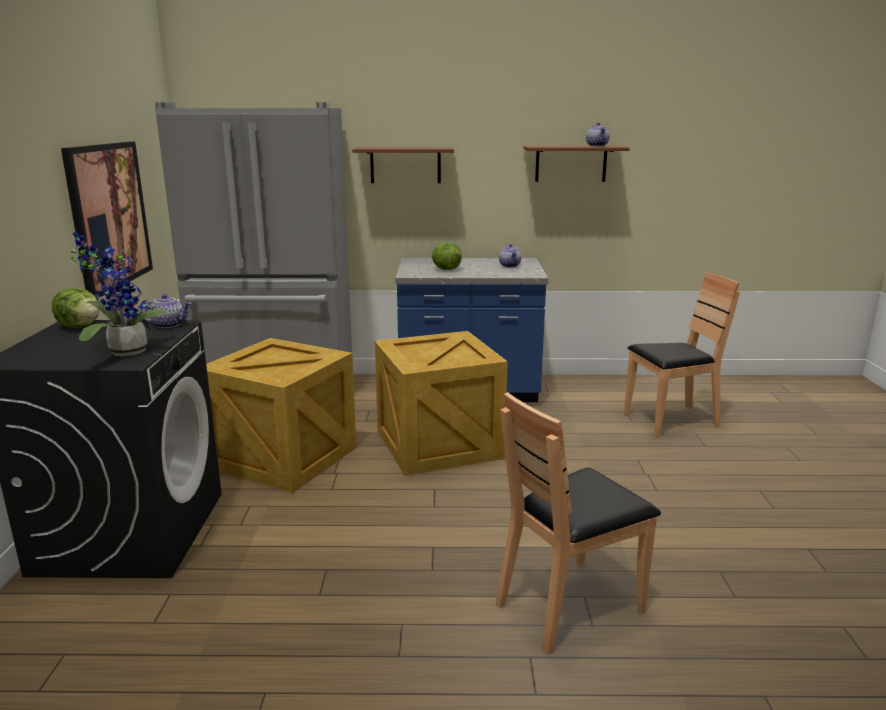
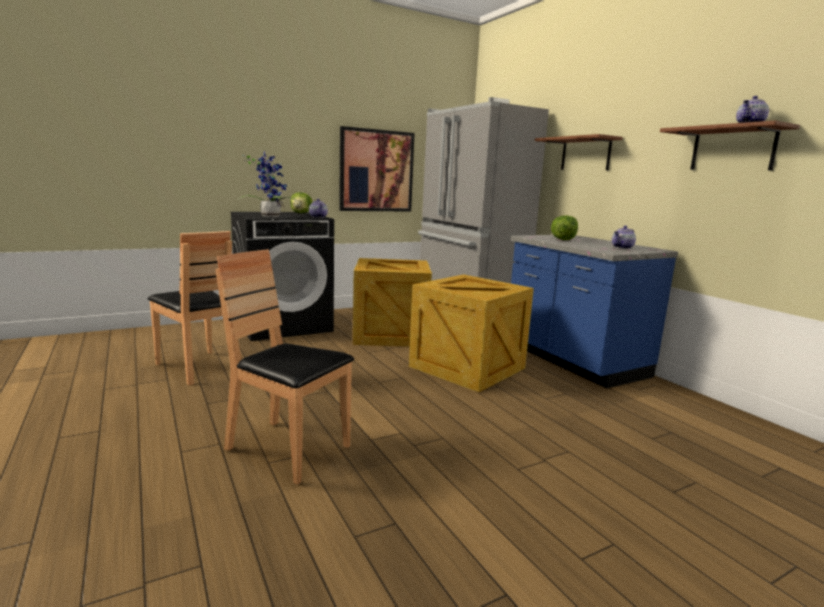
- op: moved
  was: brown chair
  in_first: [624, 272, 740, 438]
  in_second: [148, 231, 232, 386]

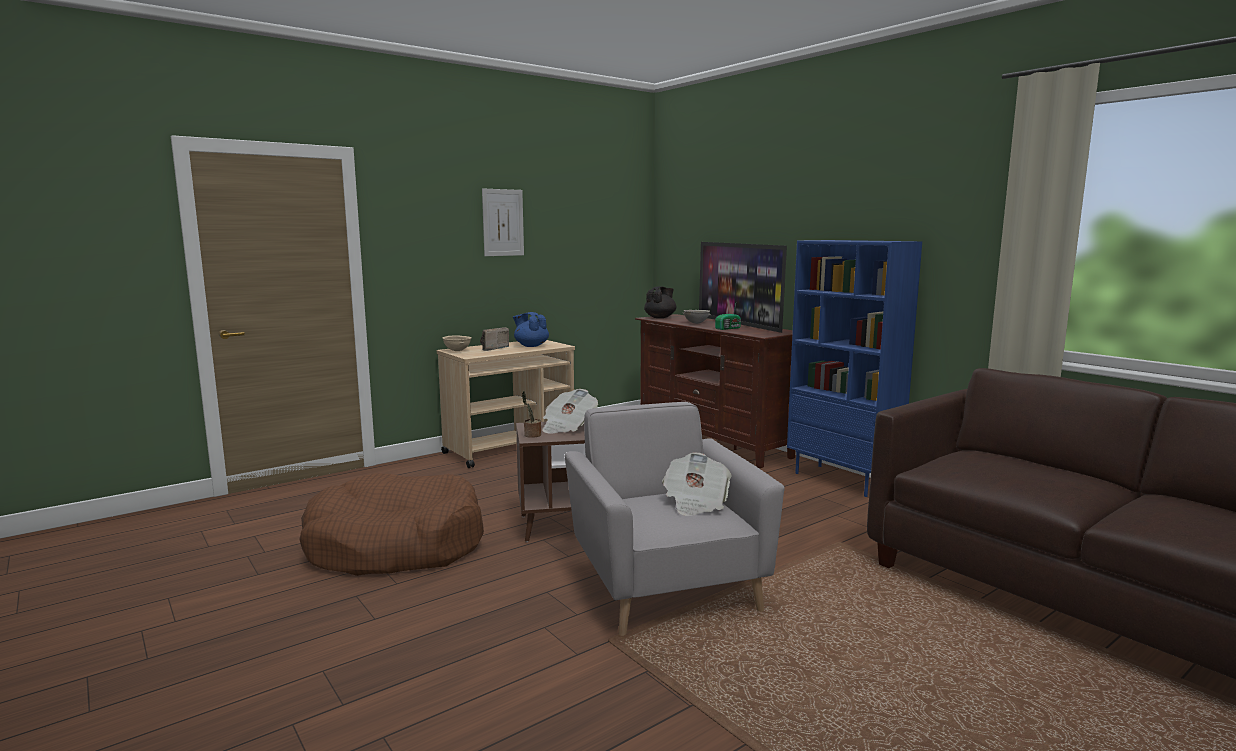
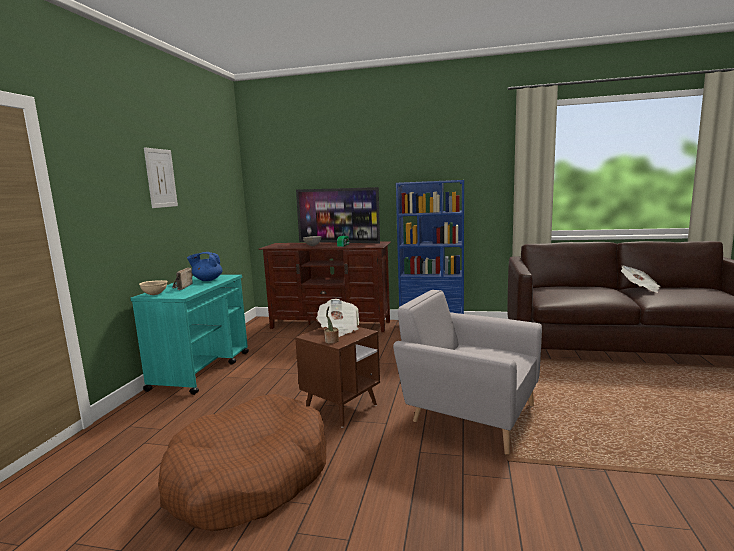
- op: removed
  was: black teapot
  in_first: [644, 287, 676, 318]
- op: recoloured
  was: beige cart
  now: turquoise cart
  in_first: [437, 340, 575, 468]
  in_second: [131, 275, 249, 395]
- op: moved
  was: newspaper
  in_first: [662, 453, 732, 516]
  in_second: [621, 266, 660, 293]

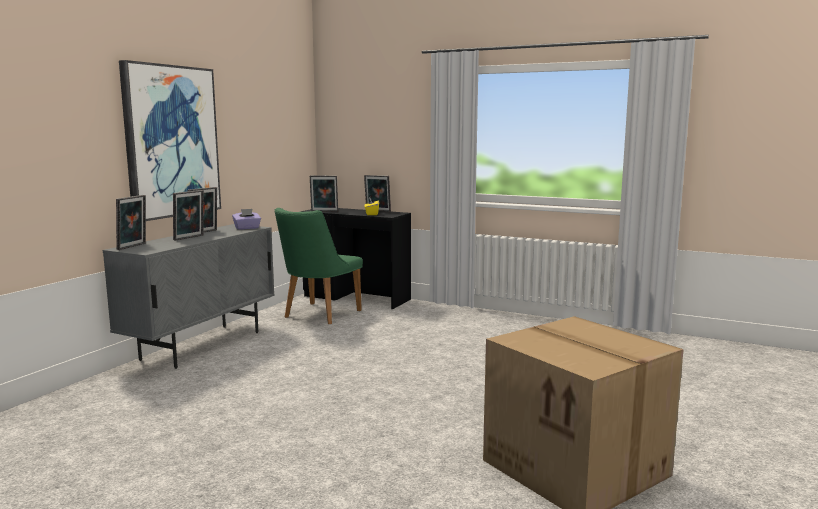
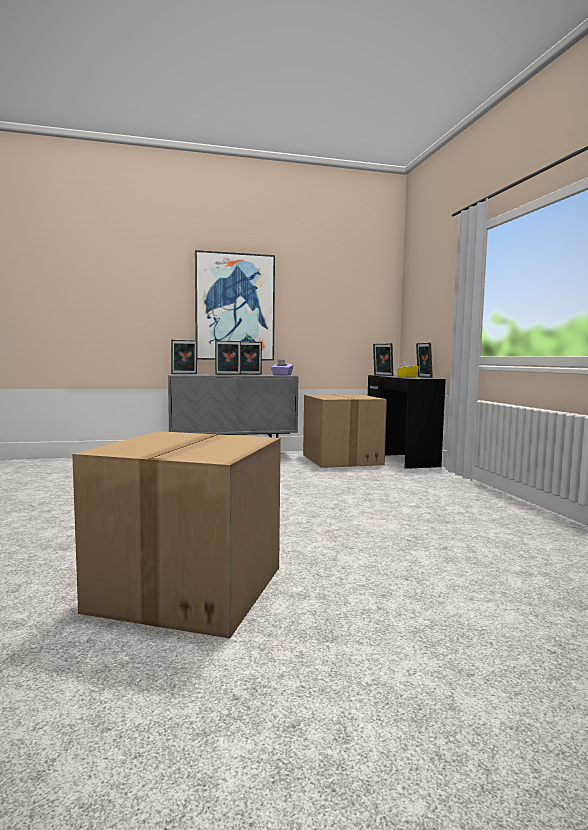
- op: replaced
  was: green chair
  now: cardboard box
  in_first: [275, 208, 363, 324]
  in_second: [303, 394, 387, 468]

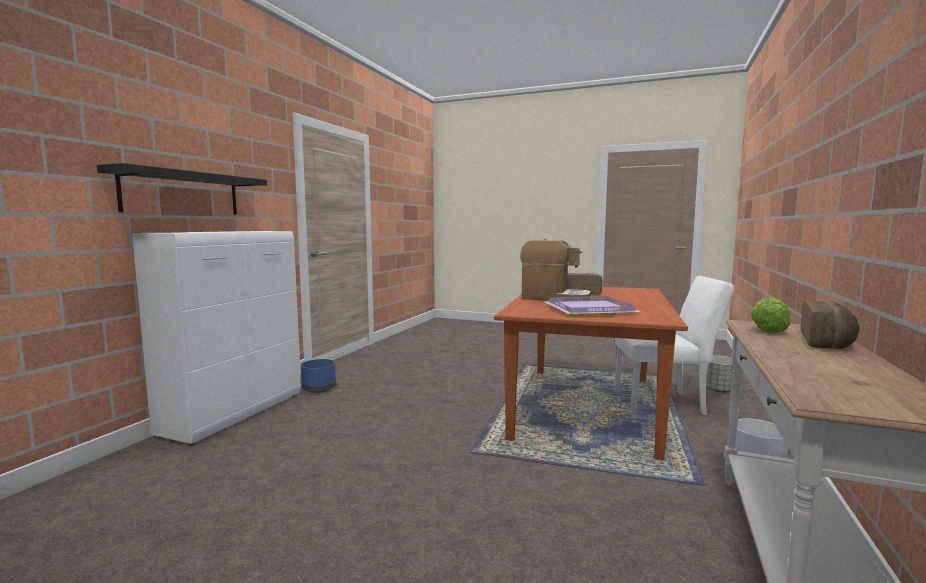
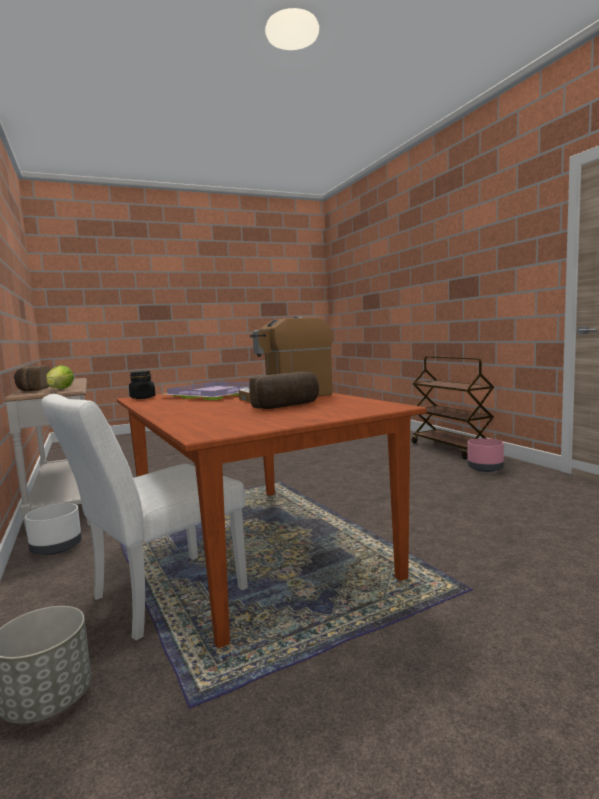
- op: removed
  was: black shelf
  in_first: [97, 163, 267, 215]
- op: replaced
  was: white cabinet
  now: brown cart
  in_first: [132, 231, 301, 445]
  in_second: [412, 356, 494, 459]
- op: recoloured
  was: blue planter
  now: pink planter
  in_first: [301, 359, 336, 393]
  in_second: [468, 438, 504, 472]
- op: added
  now: black jar
  in_second: [129, 371, 156, 399]

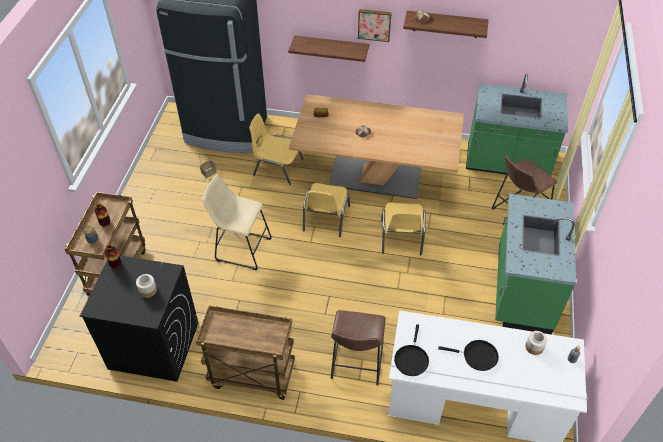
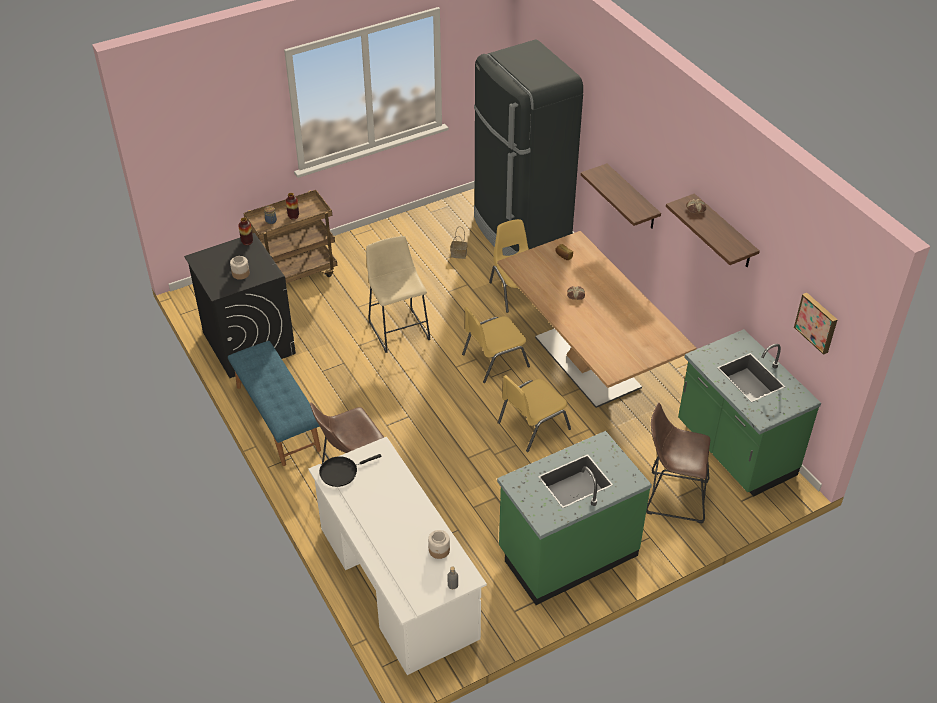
- op: moved
  was: picture
  in_first: [358, 9, 392, 42]
  in_second: [794, 293, 838, 355]
- op: replaced
  was: brown cart
  now: blue bench
  in_first: [196, 305, 295, 400]
  in_second: [228, 341, 321, 466]
- op: removed
  was: black frying pan
  in_first: [438, 340, 499, 371]

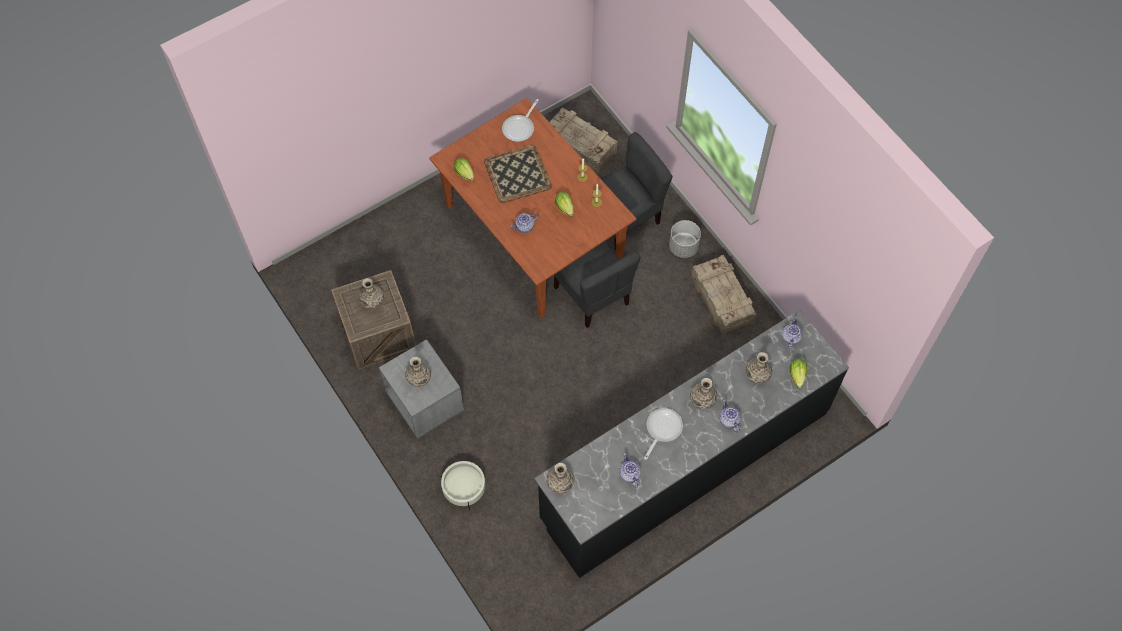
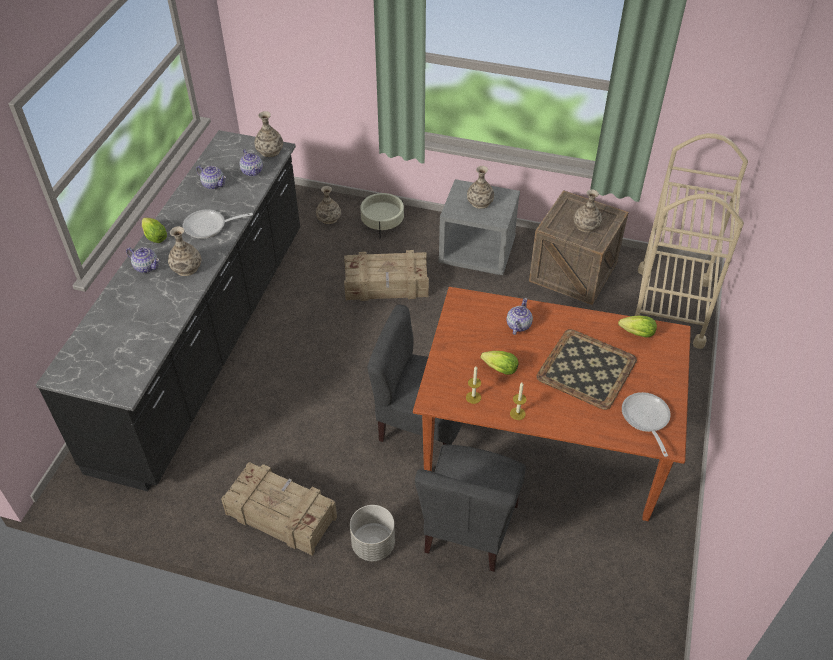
- op: moved
  was: crate
  in_first: [550, 108, 617, 175]
  in_second: [344, 250, 429, 301]
- op: moved
  was: teapot
  in_first: [782, 316, 803, 350]
  in_second: [239, 149, 263, 176]
- op: moved
  was: vase
  in_first: [745, 352, 772, 384]
  in_second: [316, 186, 341, 224]
- op: moved
  was: lettuce
  in_first: [789, 359, 808, 388]
  in_second: [142, 218, 167, 243]
- op: turned
  was: frying pan
  in_first: [644, 408, 683, 460]
  in_second: [183, 210, 253, 239]
  clockwise: 90
- op: added
  now: beige cart
  in_second: [635, 133, 748, 349]

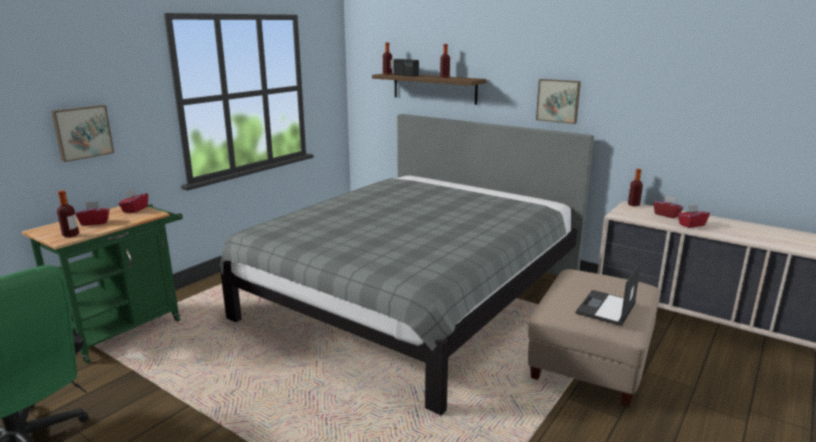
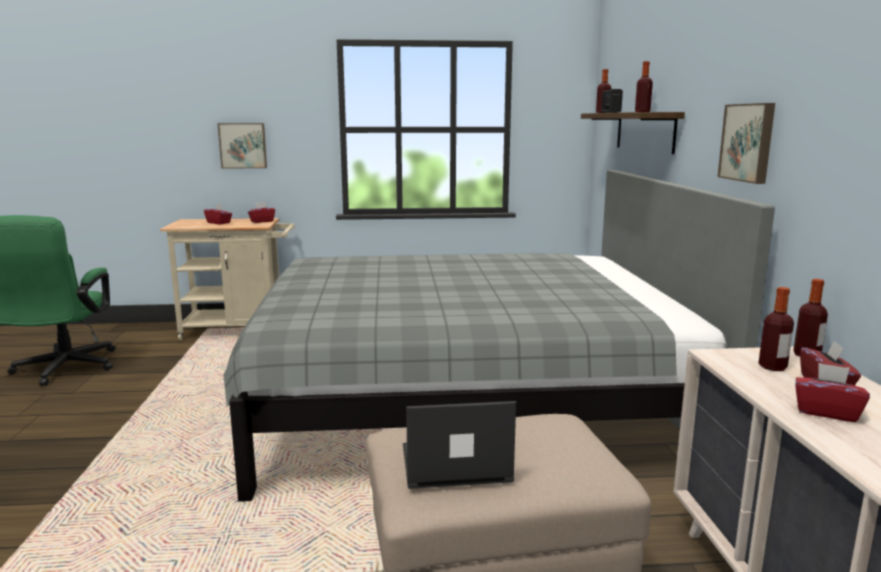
- op: moved
  was: bottle
  in_first: [57, 191, 79, 238]
  in_second: [758, 287, 794, 371]
- op: recoloured
  was: green cart
  now: beige cart
  in_first: [22, 204, 183, 364]
  in_second: [160, 218, 295, 341]

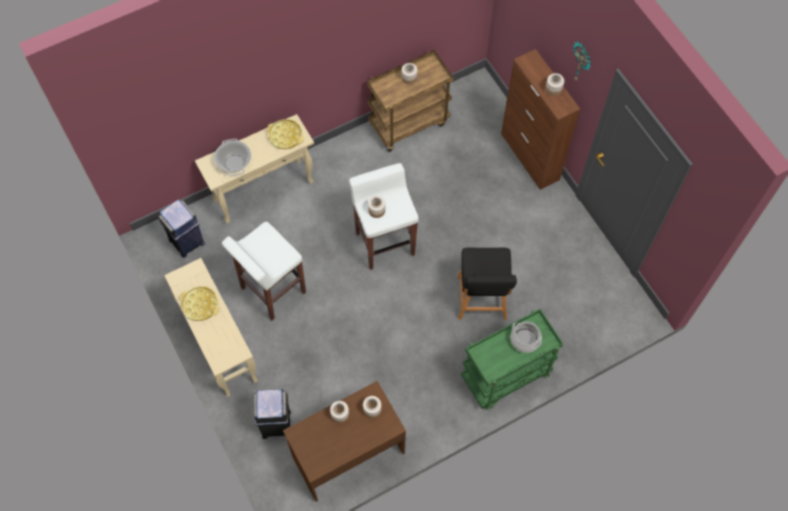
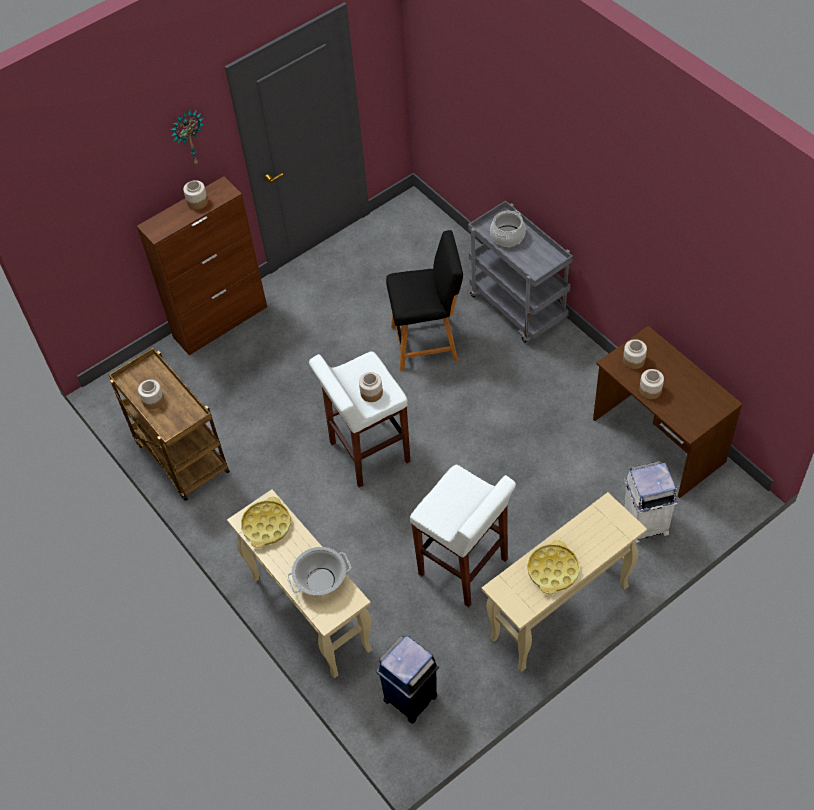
- op: recoloured
  was: green cart
  now: grey cart
  in_first: [461, 309, 563, 410]
  in_second: [468, 200, 573, 343]
- op: recoloured
  was: black trash can
  now: white trash can
  in_first: [254, 389, 291, 439]
  in_second: [624, 461, 678, 543]

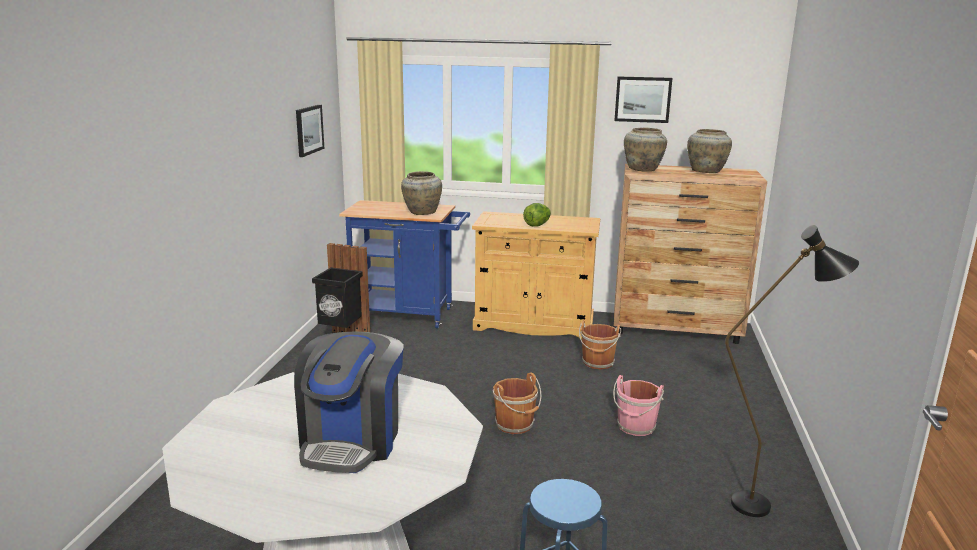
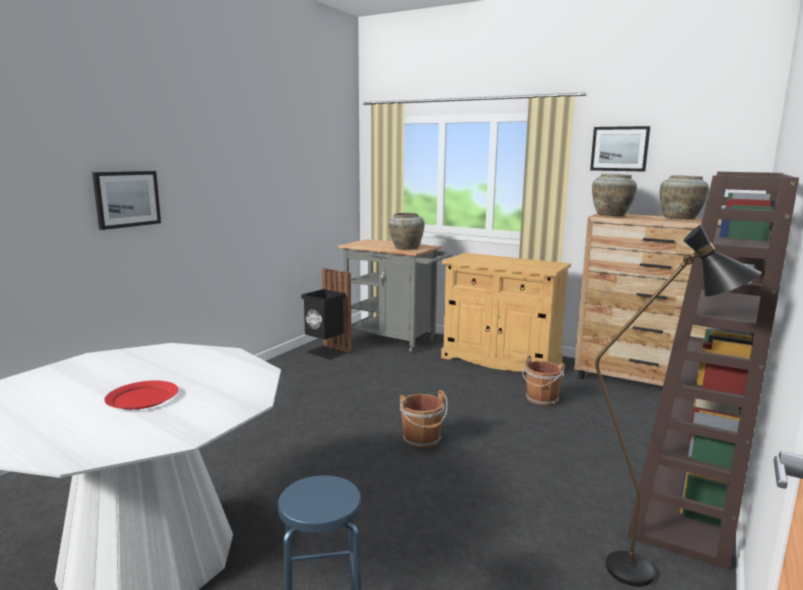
- op: moved
  was: picture
  in_first: [296, 105, 324, 157]
  in_second: [92, 171, 161, 230]
- op: recoloured
  was: blue cart
  now: grey cart
  in_first: [339, 200, 470, 328]
  in_second: [338, 239, 453, 353]
- op: removed
  was: lettuce
  in_first: [523, 203, 551, 227]
- op: replaced
  was: coffee machine
  now: red plate
  in_first: [294, 331, 404, 473]
  in_second: [104, 380, 178, 410]
- op: removed
  was: pink bucket
  in_first: [613, 375, 664, 436]
- op: added
  now: brown bookcase
  in_second: [627, 172, 799, 570]

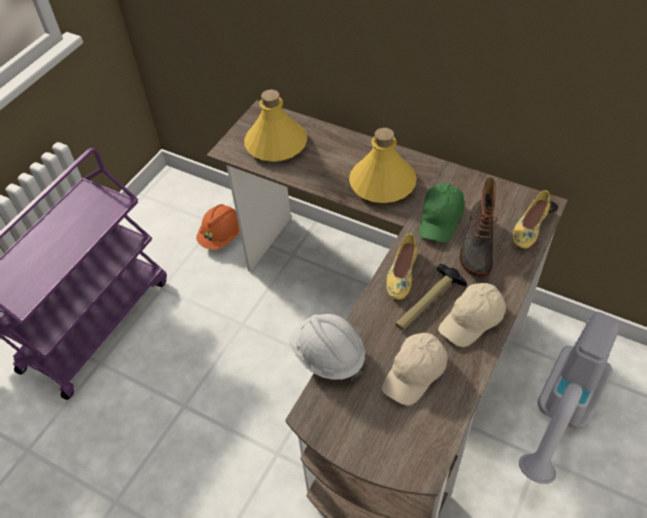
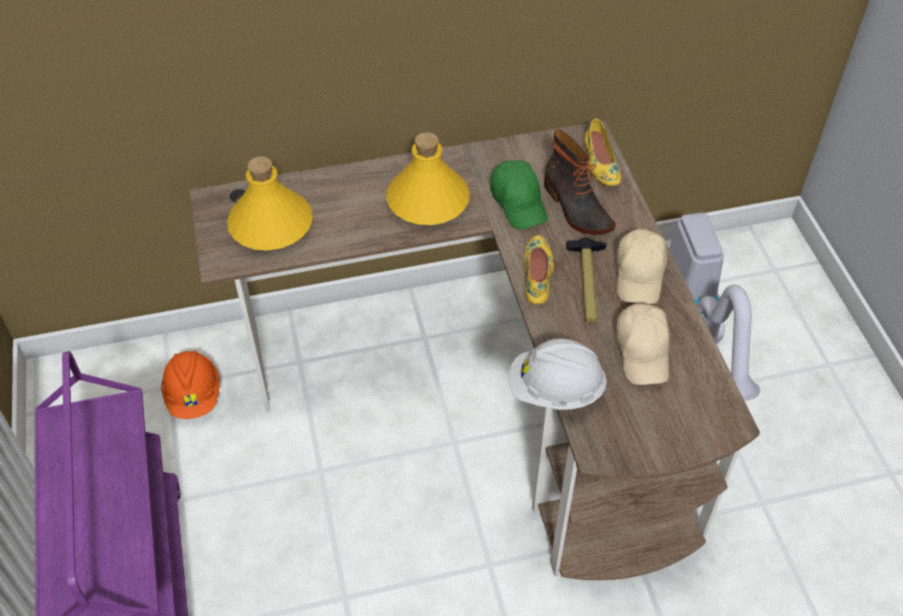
- op: turned
  was: yellow shoe
  in_first: [387, 234, 417, 300]
  in_second: [524, 235, 554, 304]
  clockwise: -150

